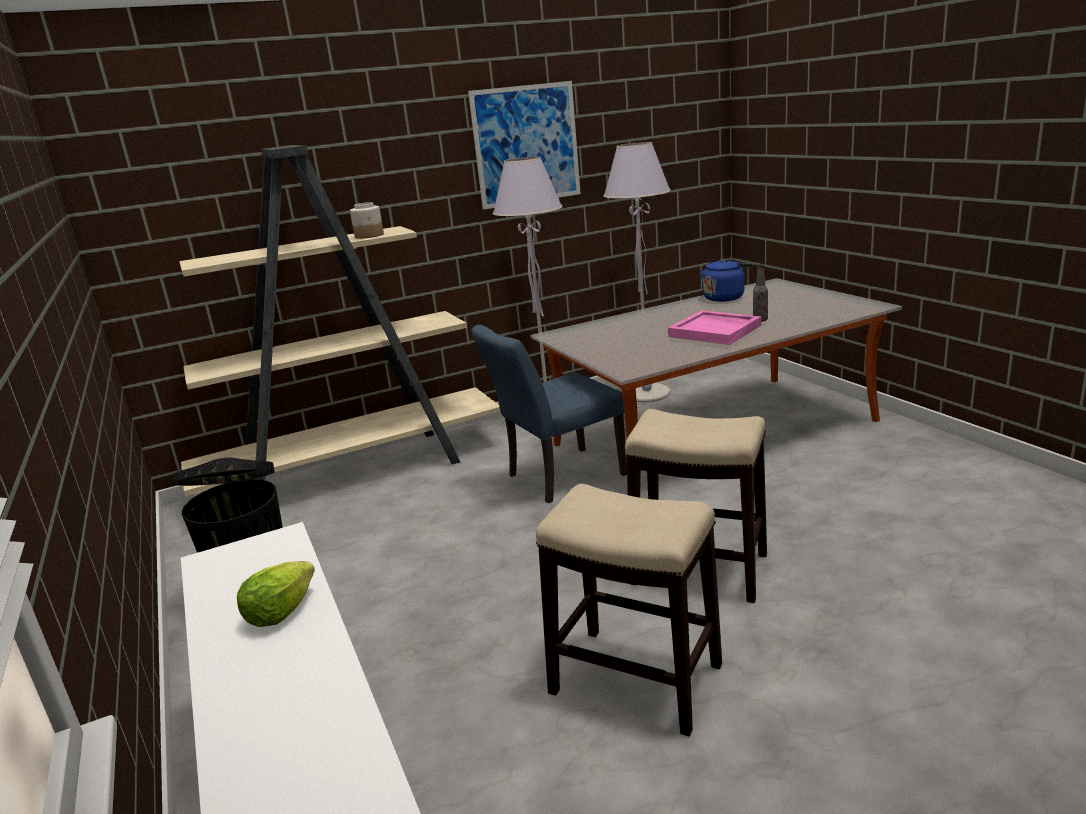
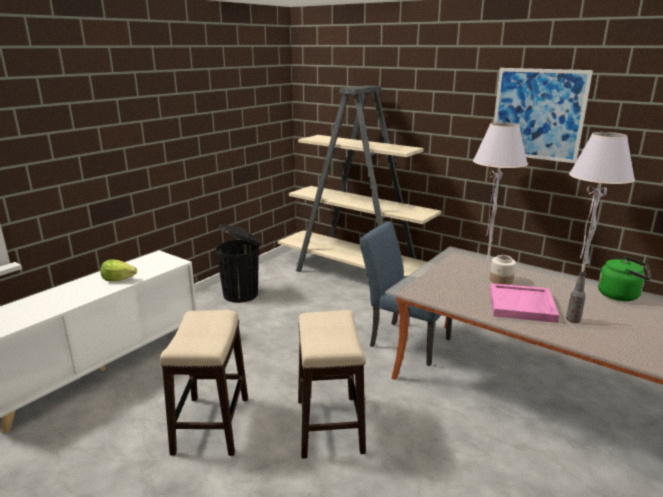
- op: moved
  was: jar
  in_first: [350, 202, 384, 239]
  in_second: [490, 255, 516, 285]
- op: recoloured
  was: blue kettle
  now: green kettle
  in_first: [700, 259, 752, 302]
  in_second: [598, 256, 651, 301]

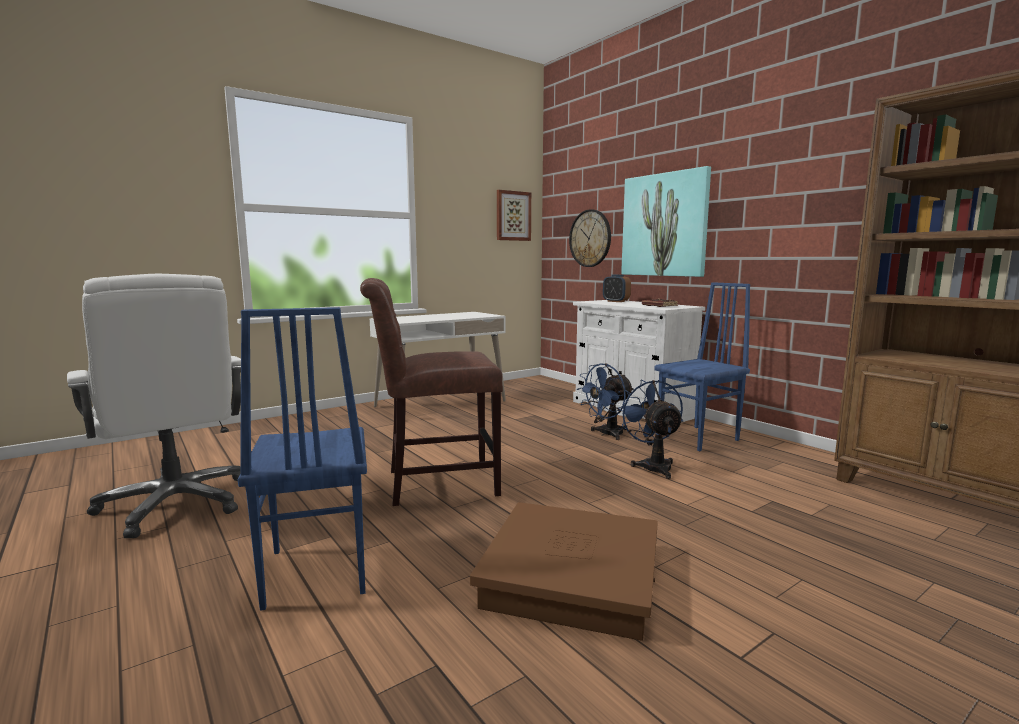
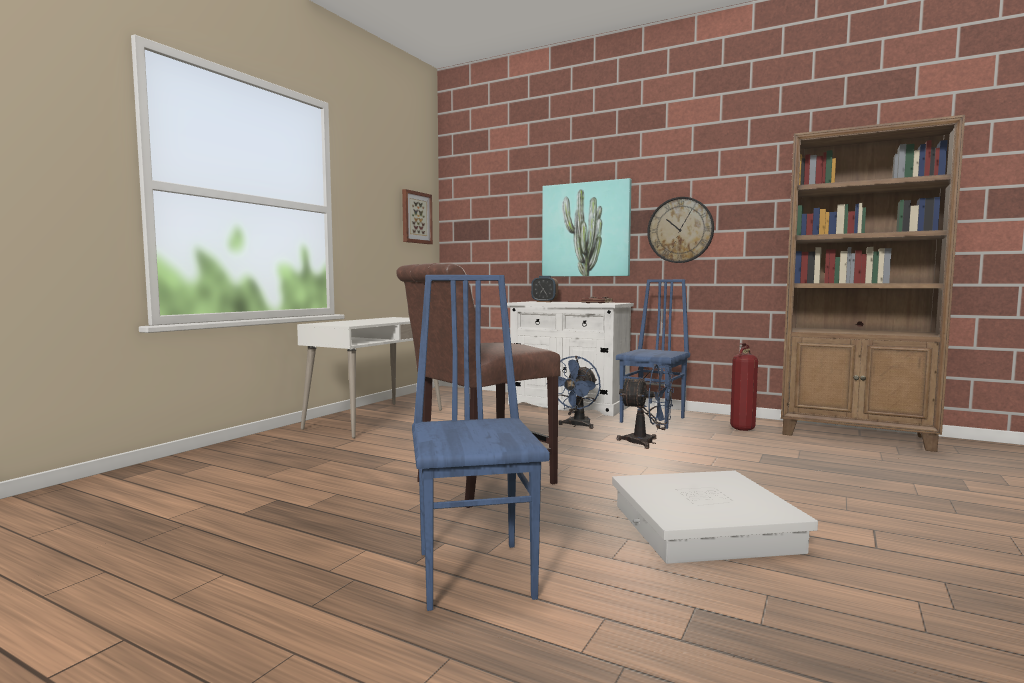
- op: moved
  was: wall clock
  in_first: [569, 210, 611, 267]
  in_second: [647, 197, 714, 263]
- op: removed
  was: white office chair
  in_first: [67, 274, 241, 538]
- op: turned
  was: blue chair
  in_first: [238, 307, 367, 611]
  in_second: [412, 275, 550, 611]
  clockwise: -150
- op: turned
  was: blue fan
  in_first: [618, 379, 683, 479]
  in_second: [617, 364, 674, 449]
  clockwise: 150
- op: recoloured
  was: brown storage box
  now: white storage box
  in_first: [470, 502, 658, 641]
  in_second: [612, 471, 818, 564]
- op: added
  now: fire extinguisher
  in_second: [730, 343, 758, 431]

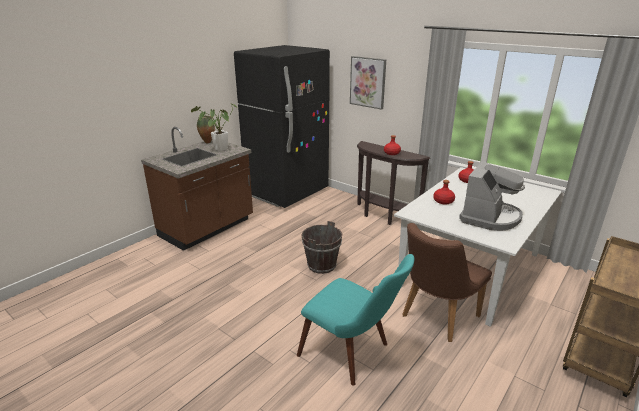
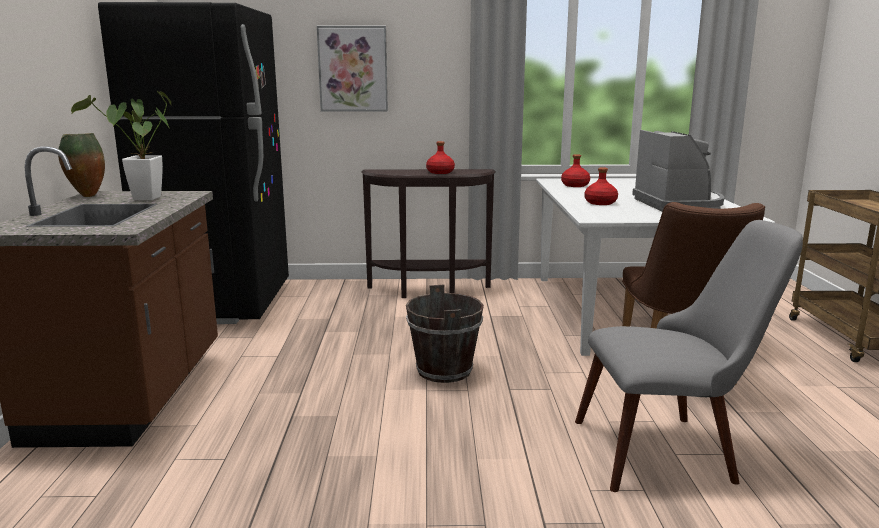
- op: recoloured
  was: turquoise chair
  now: grey chair
  in_first: [297, 254, 414, 386]
  in_second: [575, 220, 803, 492]

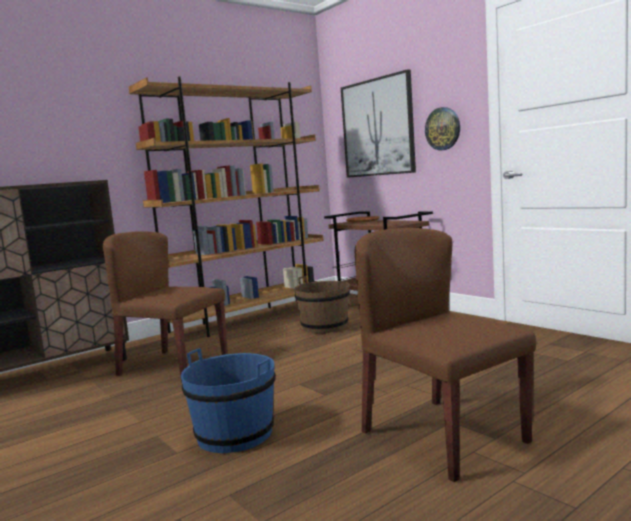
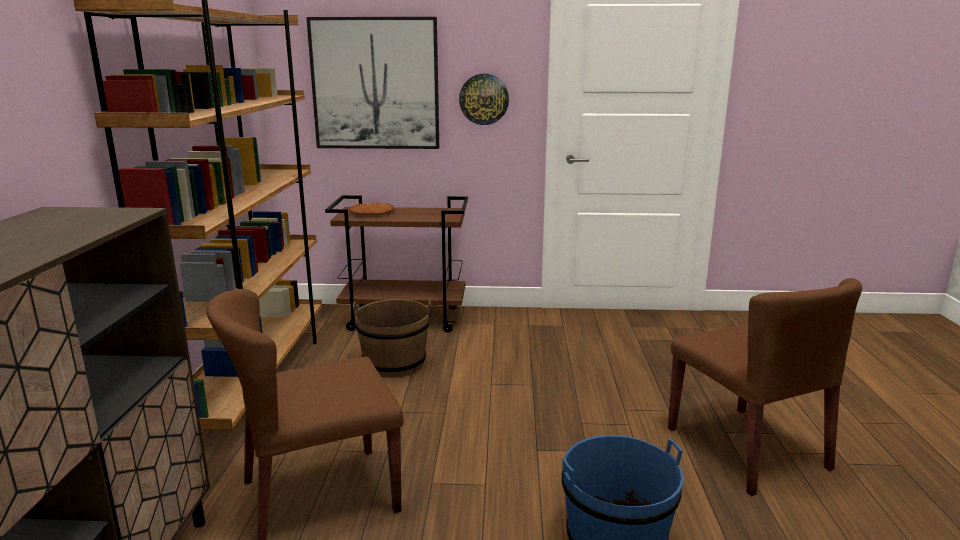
- op: turned
  was: brown chair
  in_first: [355, 228, 536, 482]
  in_second: [668, 278, 862, 496]
  clockwise: -120

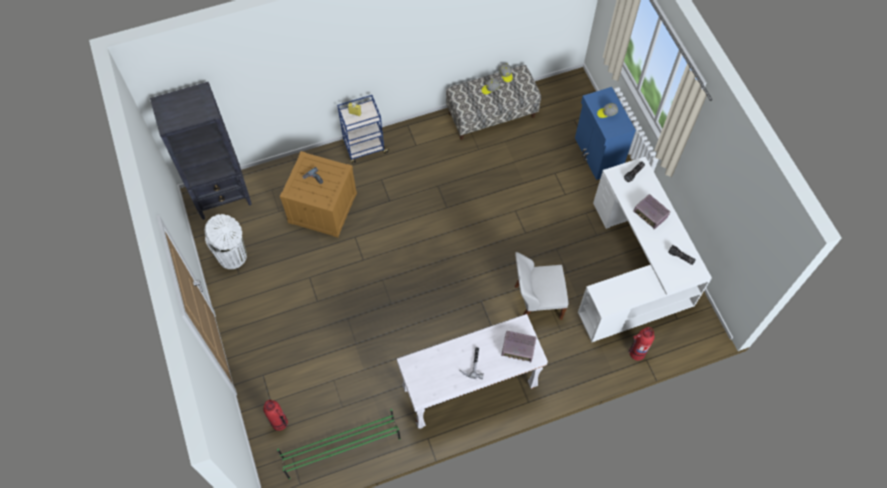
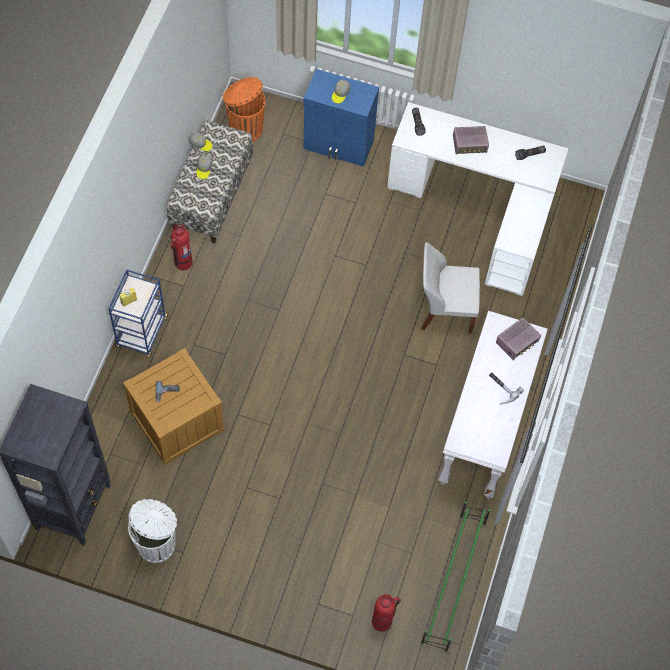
- op: turned
  was: white chair
  in_first: [515, 252, 568, 320]
  in_second: [421, 242, 480, 334]
  clockwise: 60
- op: moved
  was: fire extinguisher
  in_first: [629, 327, 655, 361]
  in_second: [171, 224, 193, 270]
- op: added
  now: orange trash can
  in_second: [223, 77, 265, 142]

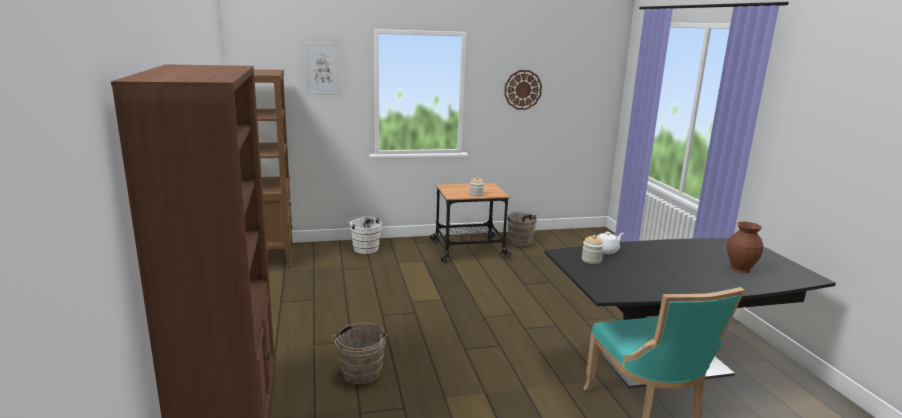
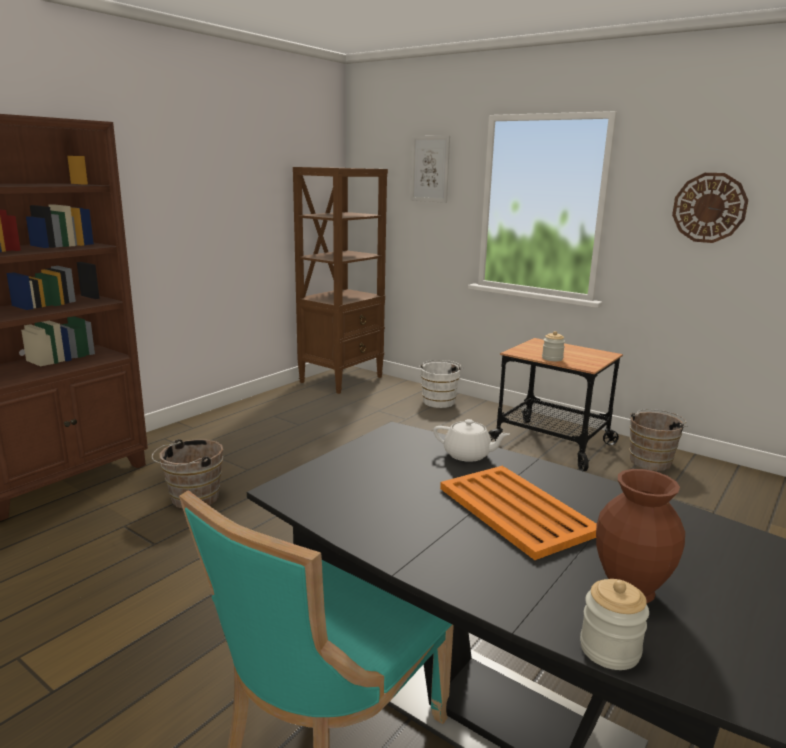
- op: moved
  was: jar
  in_first: [582, 235, 604, 264]
  in_second: [580, 579, 649, 670]
- op: added
  now: orange tray
  in_second: [440, 466, 597, 560]

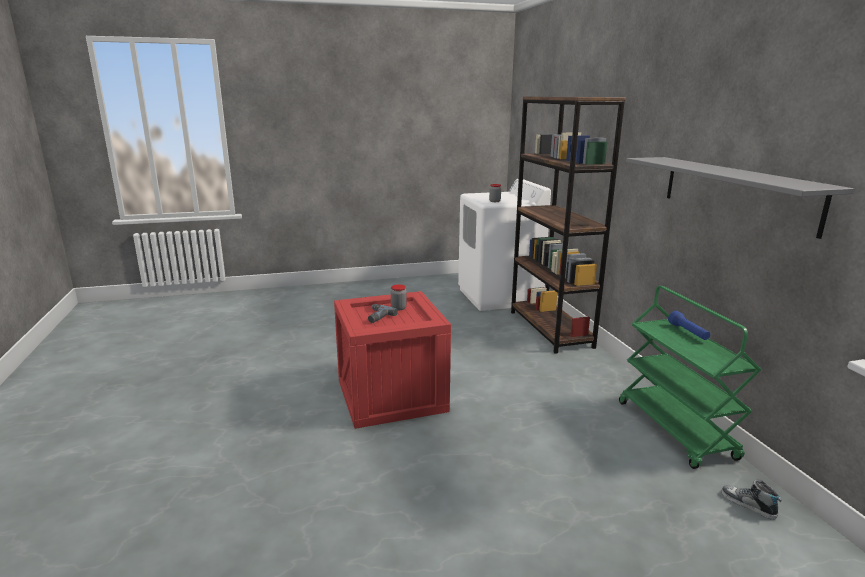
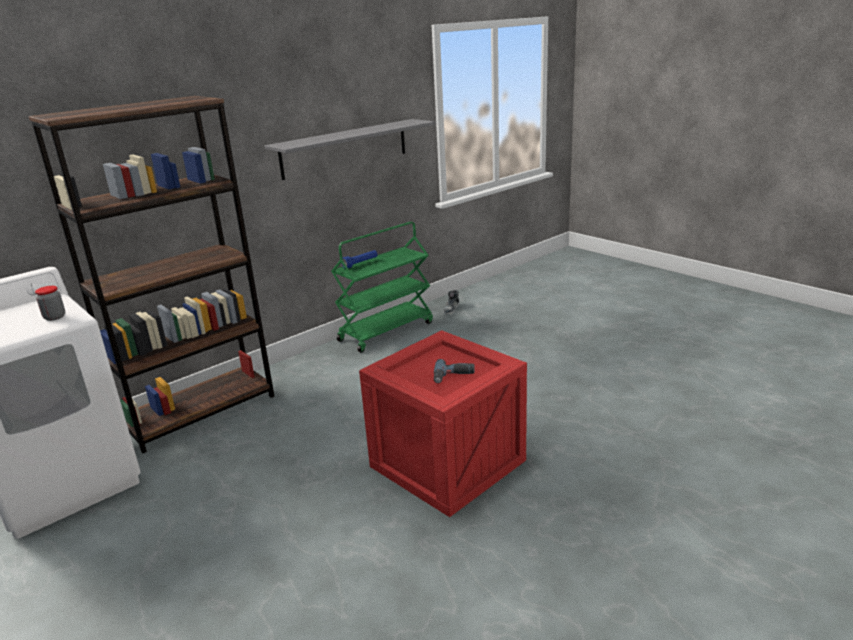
- op: removed
  was: jar
  in_first: [391, 284, 407, 310]

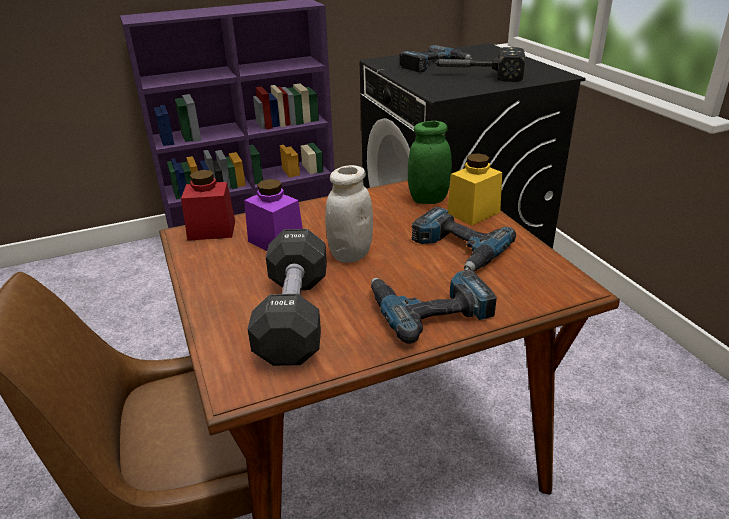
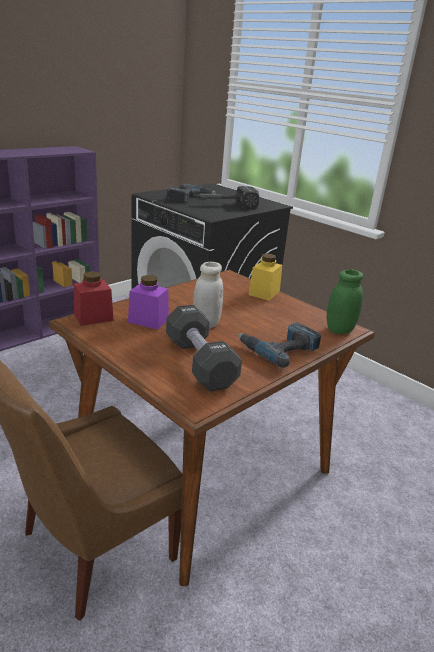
- op: moved
  was: green jar
  in_first: [408, 121, 452, 204]
  in_second: [327, 269, 364, 334]
- op: removed
  was: power drill
  in_first: [411, 207, 516, 272]

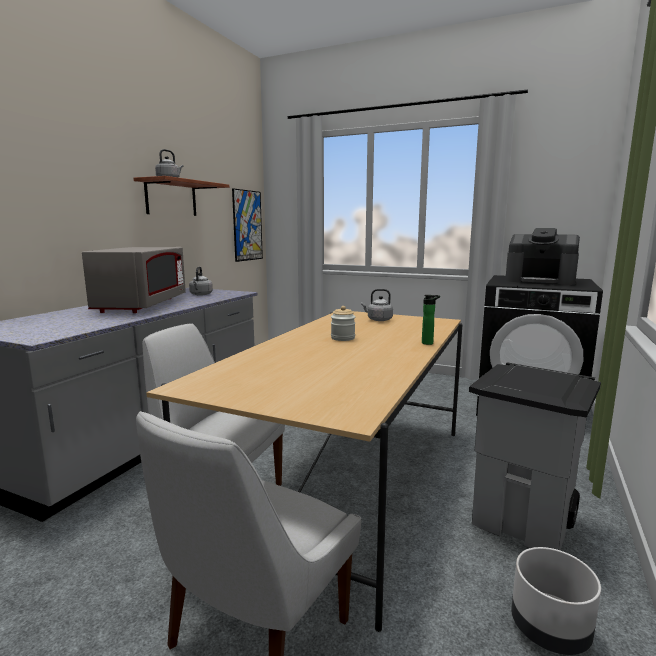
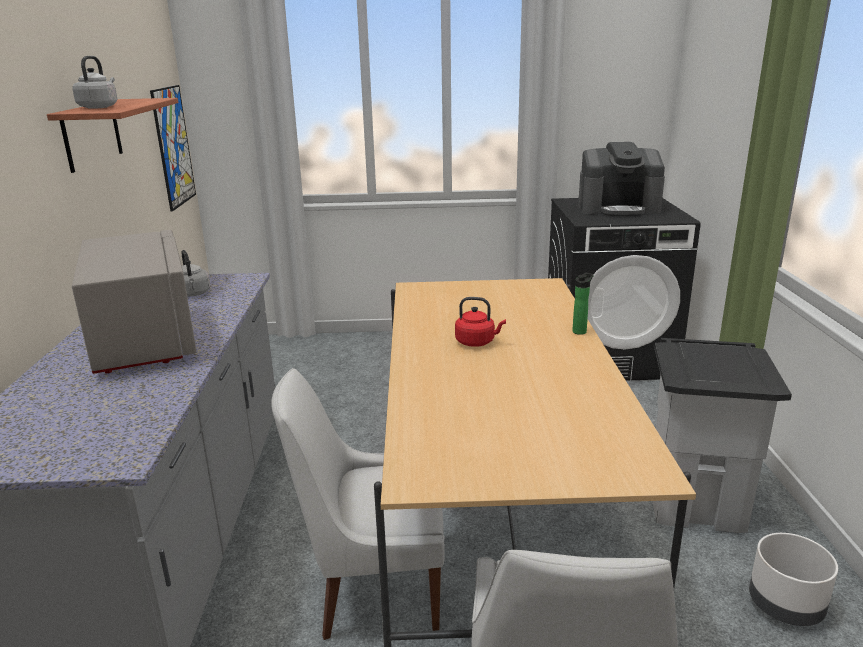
- op: removed
  was: grey kettle
  in_first: [361, 289, 393, 321]
- op: replaced
  was: jar
  now: red kettle
  in_first: [331, 306, 355, 341]
  in_second: [455, 297, 506, 347]

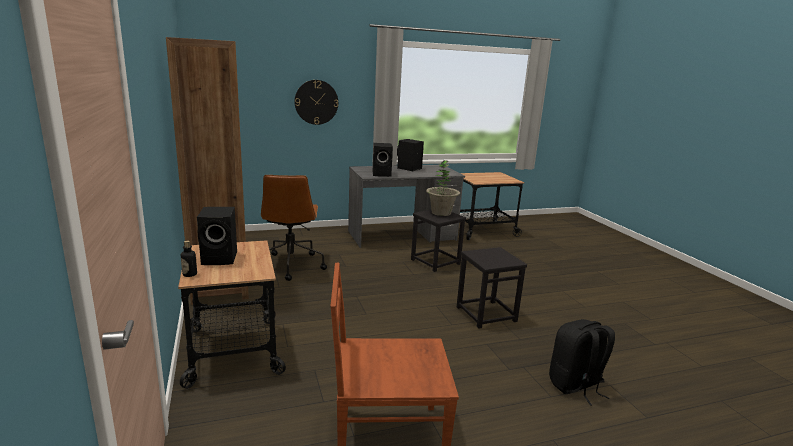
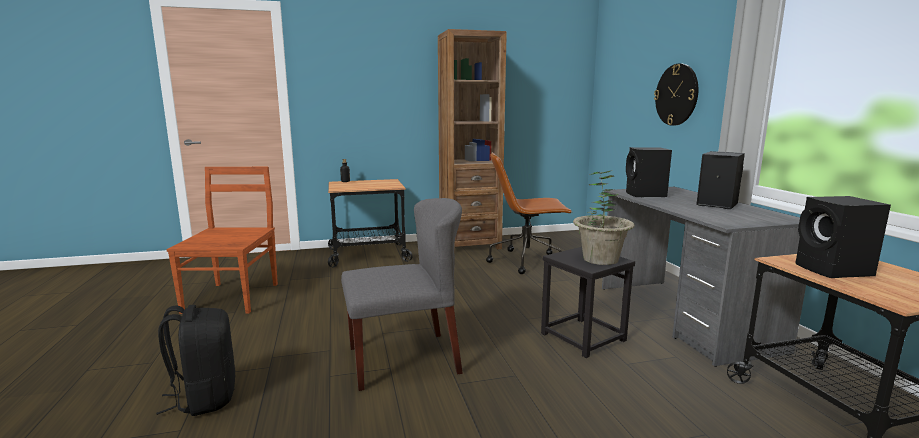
- op: moved
  was: black speaker
  in_first: [197, 207, 237, 265]
  in_second: [795, 196, 891, 278]
- op: replaced
  was: black stool
  now: grey chair
  in_first: [457, 247, 527, 329]
  in_second: [341, 198, 463, 391]

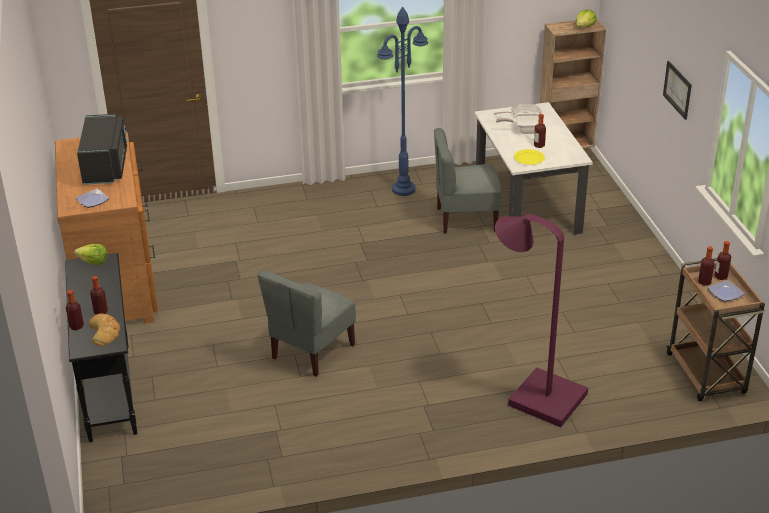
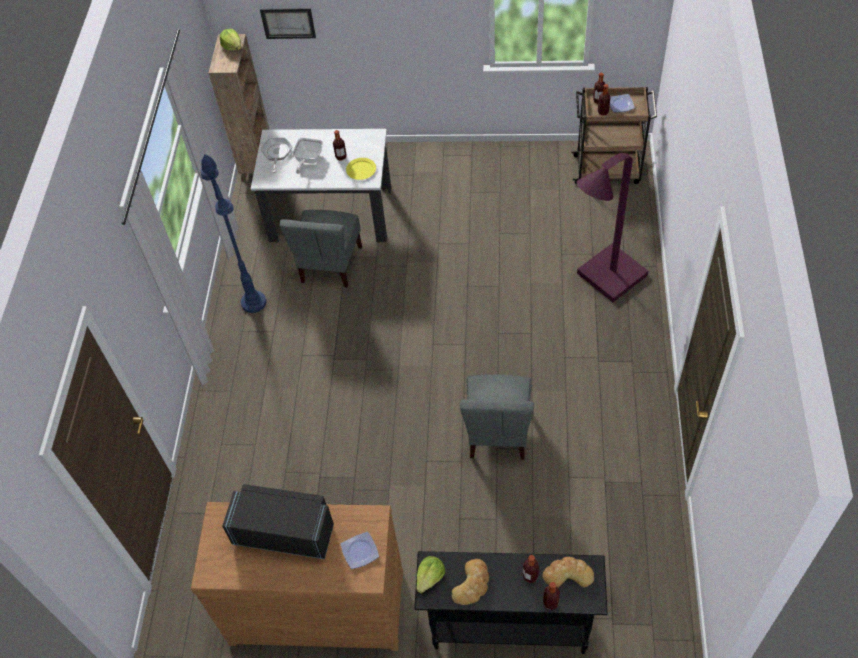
- op: moved
  was: picture
  in_first: [663, 61, 692, 120]
  in_second: [260, 8, 316, 39]
- op: turned
  was: grey chair
  in_first: [258, 270, 356, 377]
  in_second: [460, 374, 534, 460]
  clockwise: 45
- op: added
  now: bread
  in_second: [452, 559, 489, 605]

